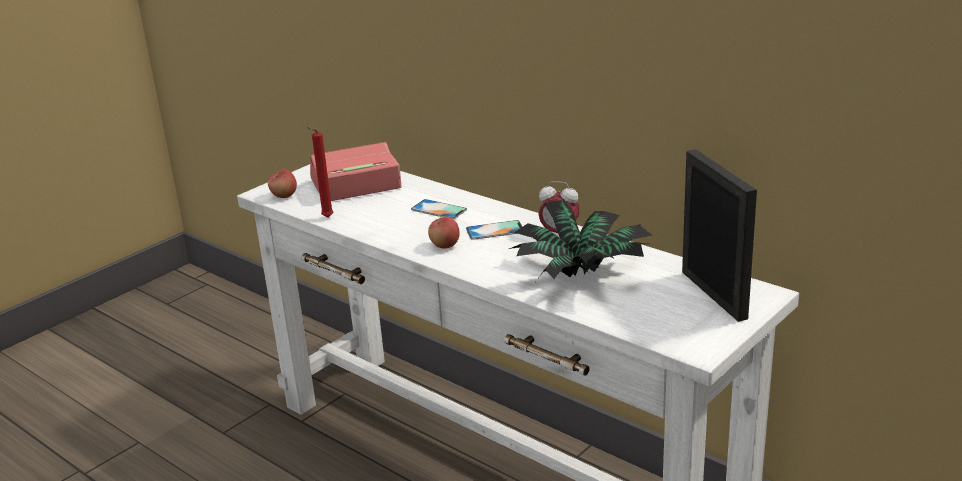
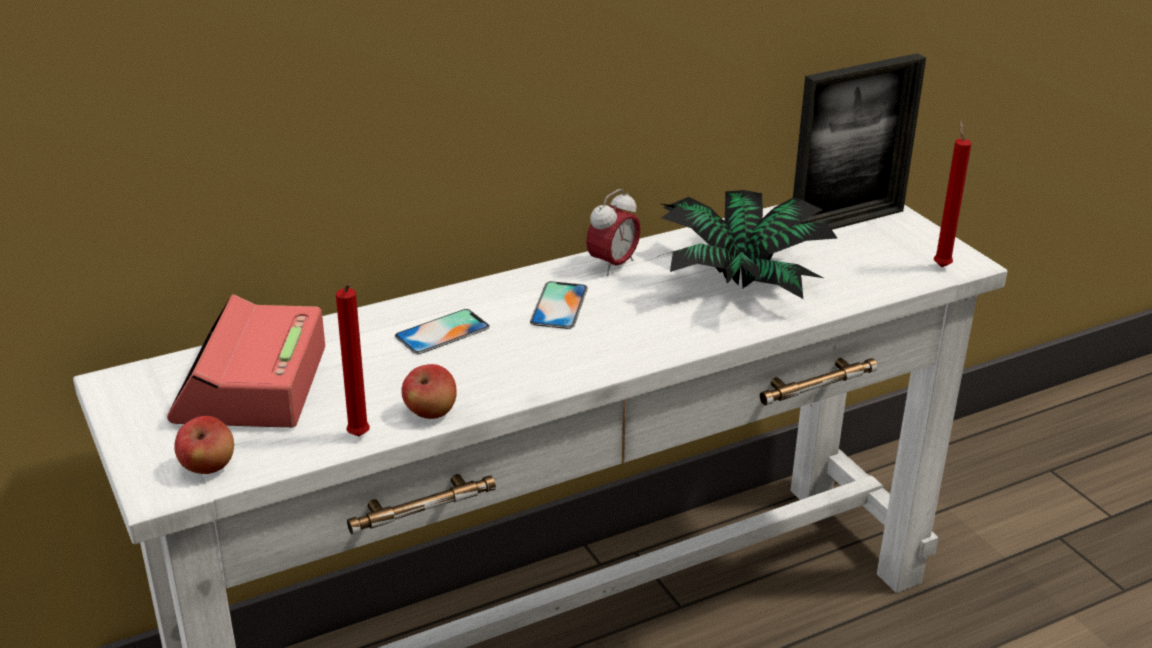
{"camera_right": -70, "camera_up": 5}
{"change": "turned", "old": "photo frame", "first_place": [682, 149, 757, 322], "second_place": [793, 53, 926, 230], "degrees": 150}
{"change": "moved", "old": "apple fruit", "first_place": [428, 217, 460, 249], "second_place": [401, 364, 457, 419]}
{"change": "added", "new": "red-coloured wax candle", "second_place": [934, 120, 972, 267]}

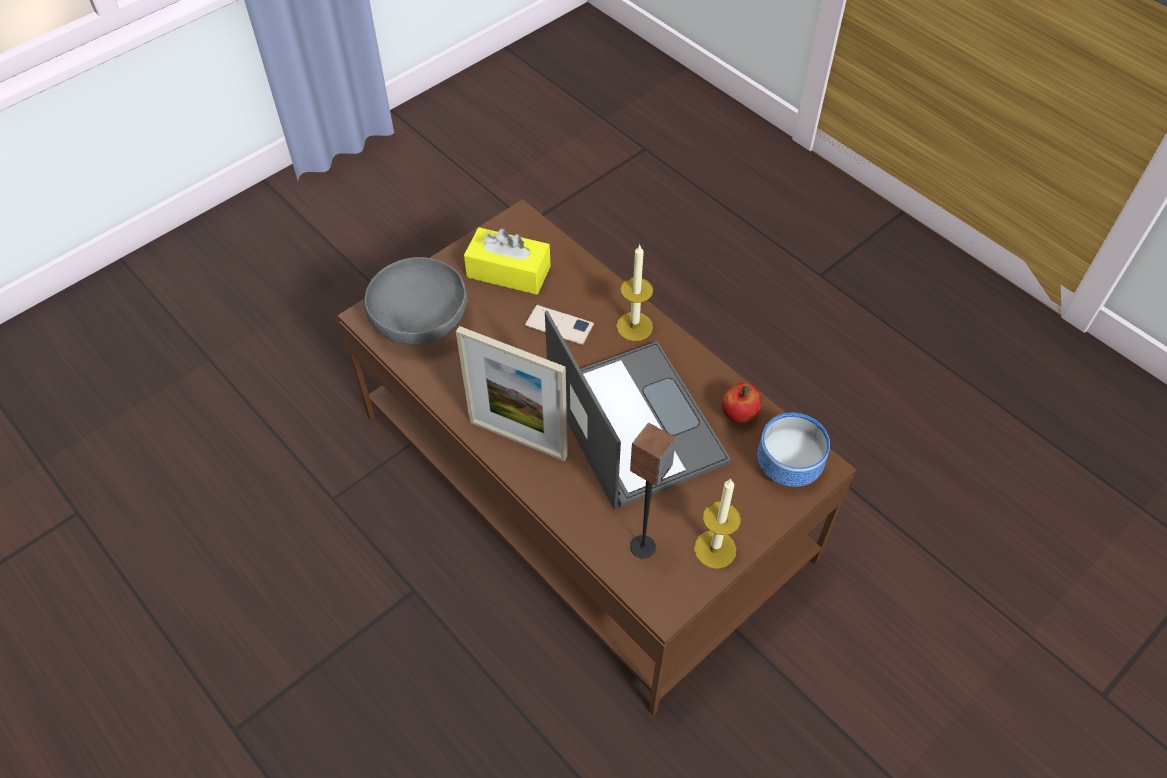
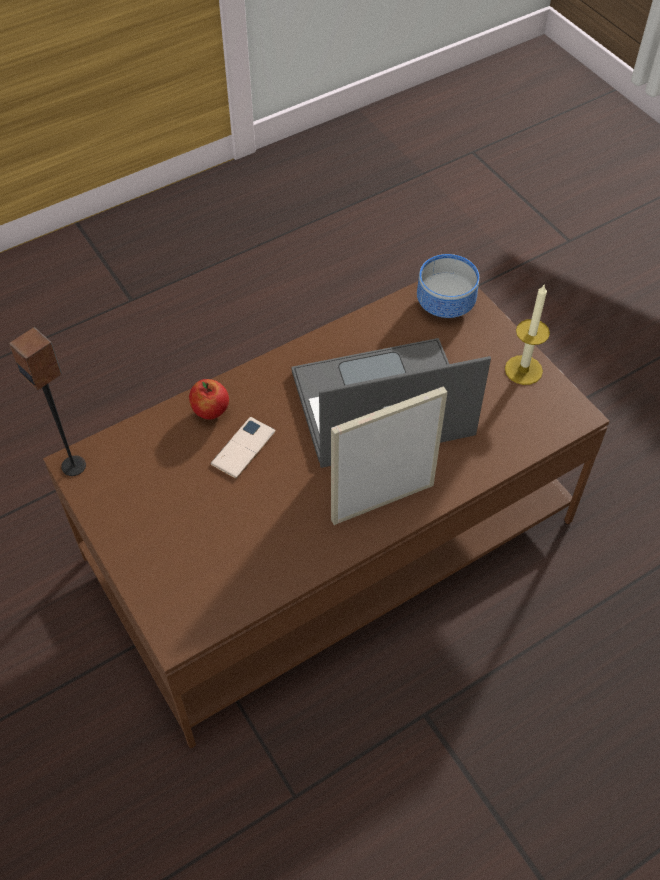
{"camera_right": -80, "camera_up": 0}
{"change": "removed", "old": "yellow-coloured tissue holder", "first_place": [464, 227, 551, 295]}
{"change": "removed", "old": "wax candle", "first_place": [616, 244, 653, 341]}
{"change": "removed", "old": "gray serving bowl", "first_place": [364, 257, 468, 345]}
{"change": "turned", "old": "photo frame", "first_place": [456, 326, 568, 461], "second_place": [331, 386, 447, 525], "degrees": -150}
{"change": "moved", "old": "apple fruit", "first_place": [721, 383, 761, 423], "second_place": [189, 379, 229, 420]}
{"change": "moved", "old": "speaker", "first_place": [630, 423, 676, 559], "second_place": [9, 327, 86, 476]}

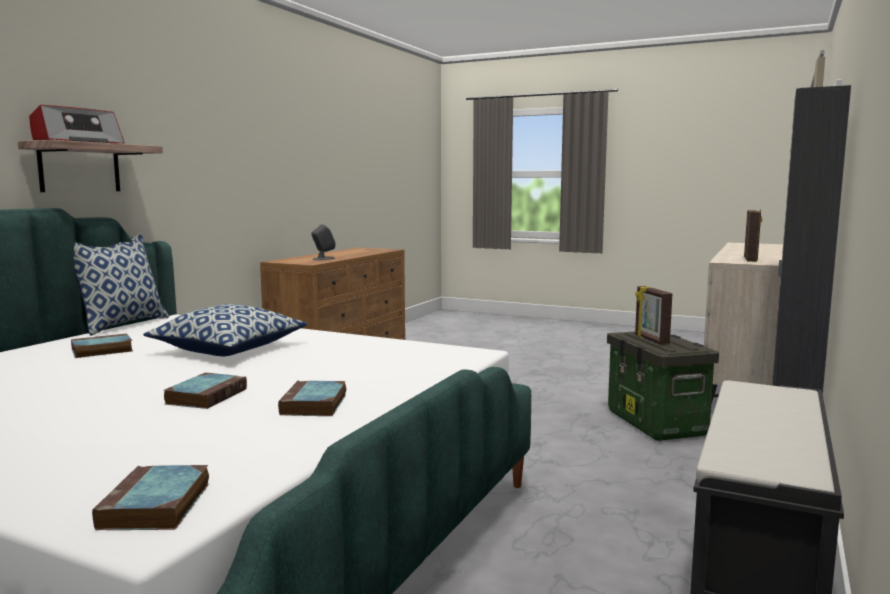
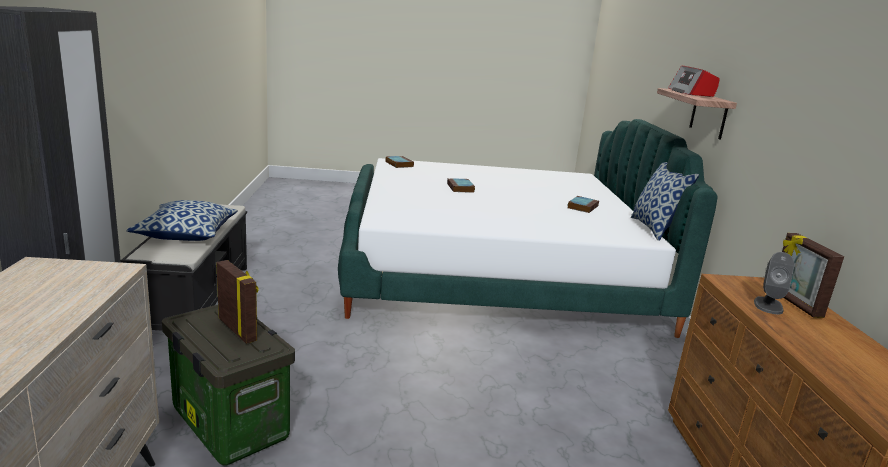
{"camera_right": 150, "camera_up": 10}
{"change": "moved", "old": "photo frame", "first_place": [744, 209, 762, 262], "second_place": [782, 233, 844, 318]}
{"change": "moved", "old": "cushion", "first_place": [143, 304, 307, 356], "second_place": [126, 200, 238, 241]}
{"change": "removed", "old": "bound book", "first_place": [278, 381, 346, 416]}

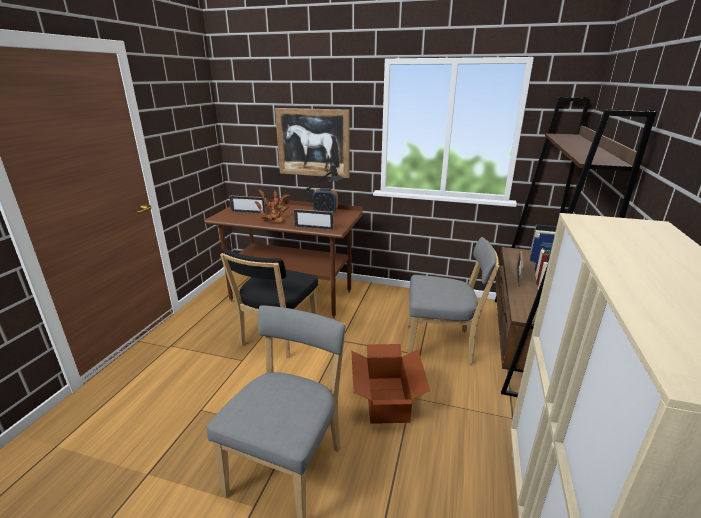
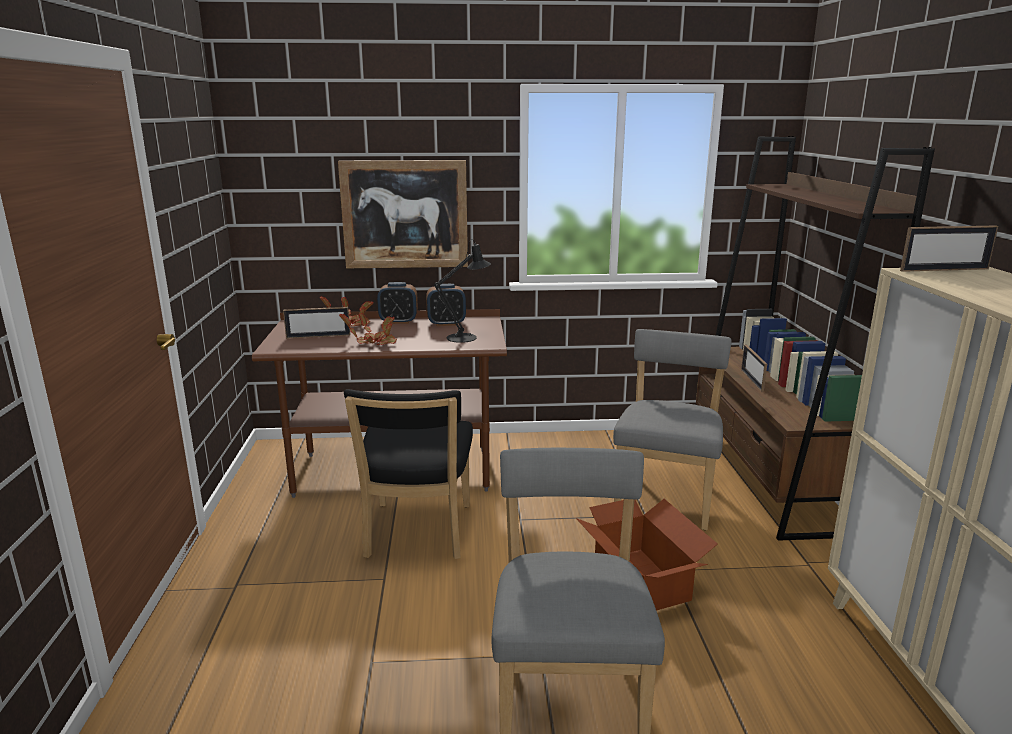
{"camera_right": -20, "camera_up": -5}
{"change": "moved", "old": "photo frame", "first_place": [294, 209, 334, 230], "second_place": [900, 225, 998, 272]}
{"change": "turned", "old": "gray upright chair", "first_place": [408, 237, 500, 365], "second_place": [613, 329, 732, 530], "degrees": -60}
{"change": "added", "new": "alarm clock", "second_place": [377, 282, 418, 324]}

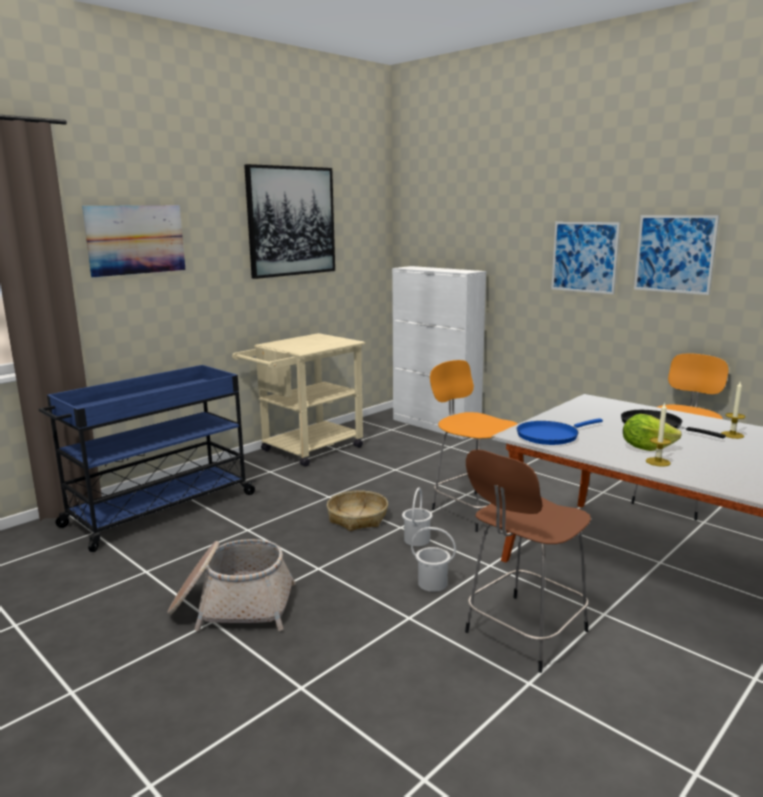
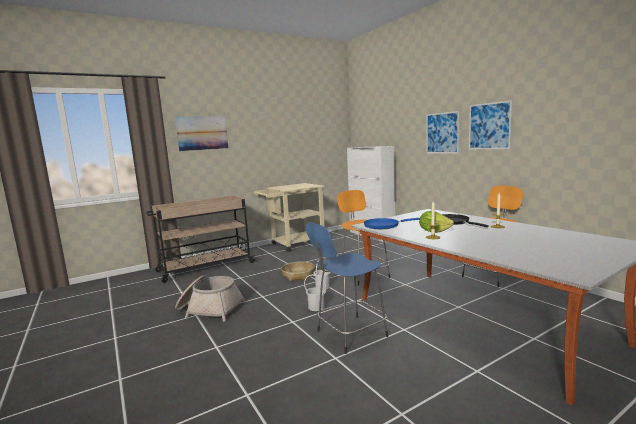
{"camera_right": 15, "camera_up": -5}
{"change": "removed", "old": "wall art", "first_place": [244, 164, 335, 279]}
{"change": "recoloured", "old": "bluish cart", "new": "sand-coloured cart", "first_place": [39, 365, 256, 552], "second_place": [146, 195, 255, 283]}
{"change": "recoloured", "old": "brown sitting stool", "new": "bluish sitting stool", "first_place": [465, 449, 591, 673], "second_place": [306, 222, 388, 354]}

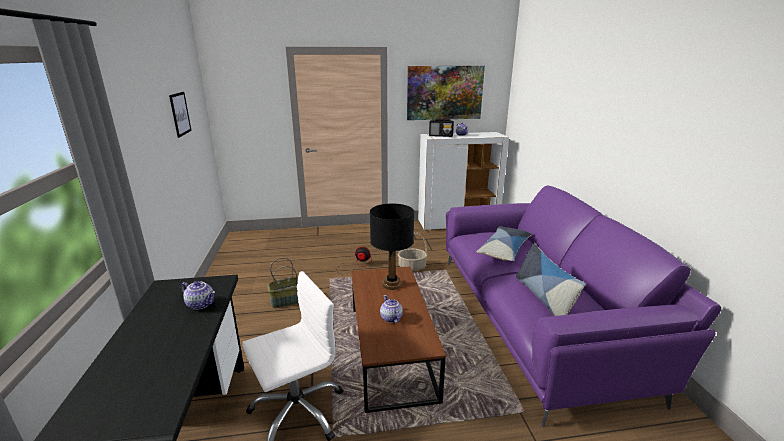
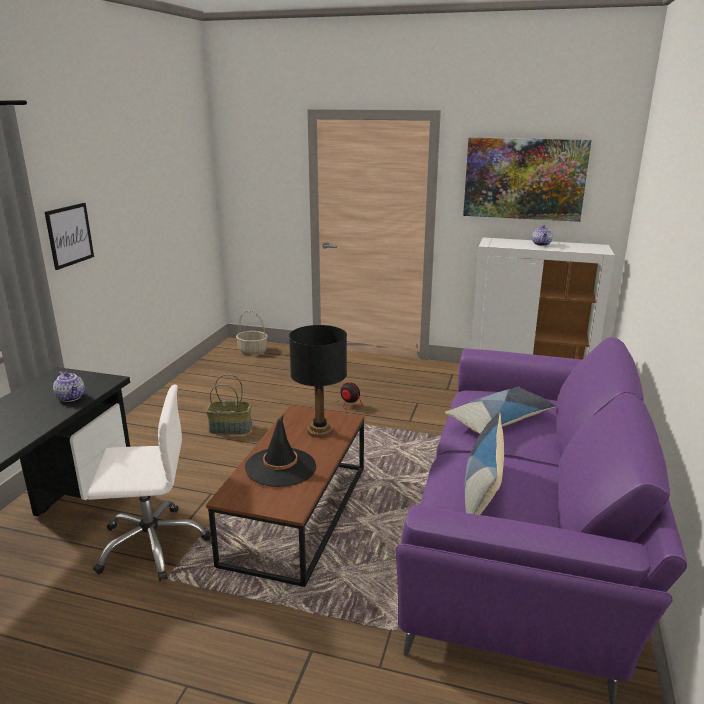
{"camera_right": 25, "camera_up": 0}
{"change": "moved", "old": "wall art", "first_place": [169, 92, 192, 138], "second_place": [45, 203, 94, 270]}
{"change": "removed", "old": "radio set", "first_place": [429, 119, 454, 137]}
{"change": "moved", "old": "household basket", "first_place": [398, 232, 427, 271], "second_place": [236, 311, 268, 355]}
{"change": "replaced", "old": "pot for tea", "new": "black-coloured wearable hat", "first_place": [380, 295, 403, 323], "second_place": [245, 415, 316, 487]}

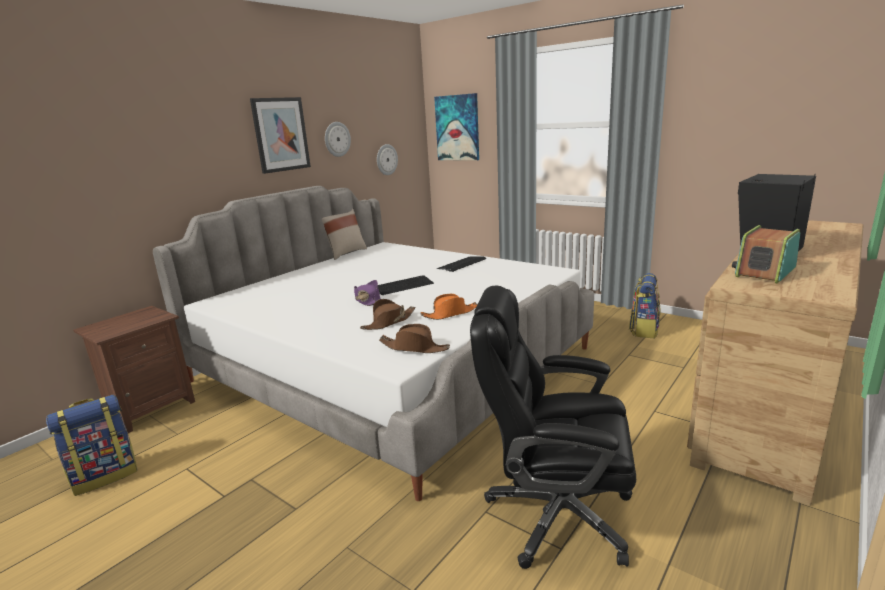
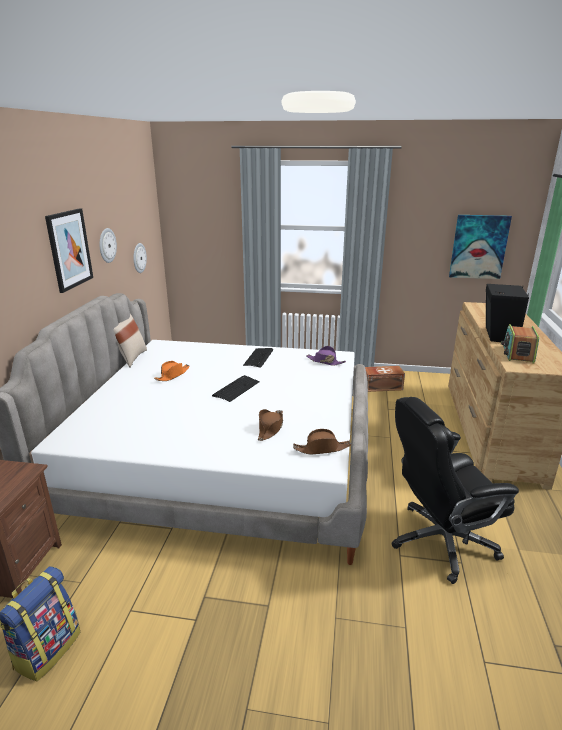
{"camera_right": -30, "camera_up": 5}
{"change": "moved", "old": "wall art", "first_place": [434, 93, 479, 161], "second_place": [449, 215, 512, 279]}
{"change": "replaced", "old": "knapsack", "new": "brown storage container", "first_place": [629, 273, 660, 338], "second_place": [365, 366, 405, 392]}
{"change": "moved", "old": "purple-coloured wearable hat", "first_place": [354, 280, 380, 306], "second_place": [307, 346, 346, 366]}
{"change": "moved", "old": "orange wearable hat", "first_place": [420, 294, 477, 320], "second_place": [154, 361, 190, 381]}

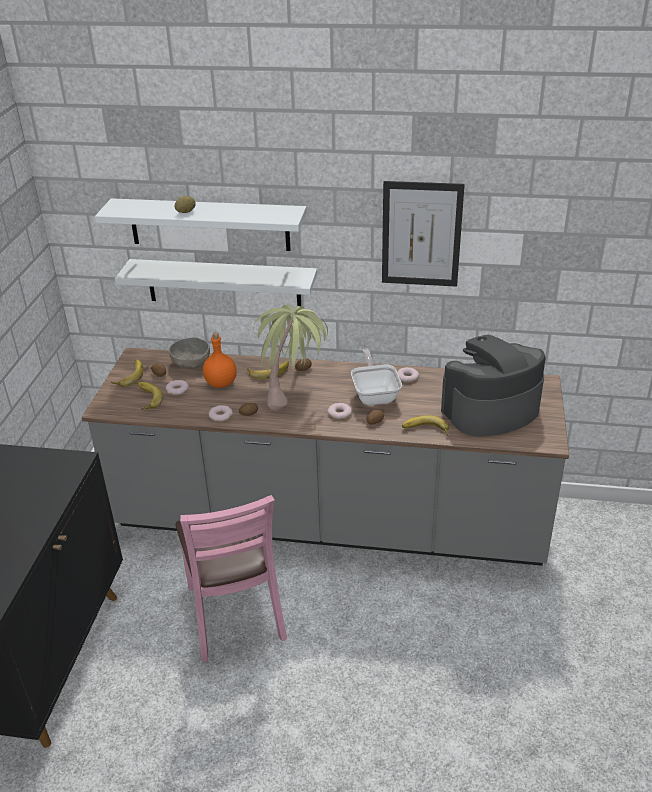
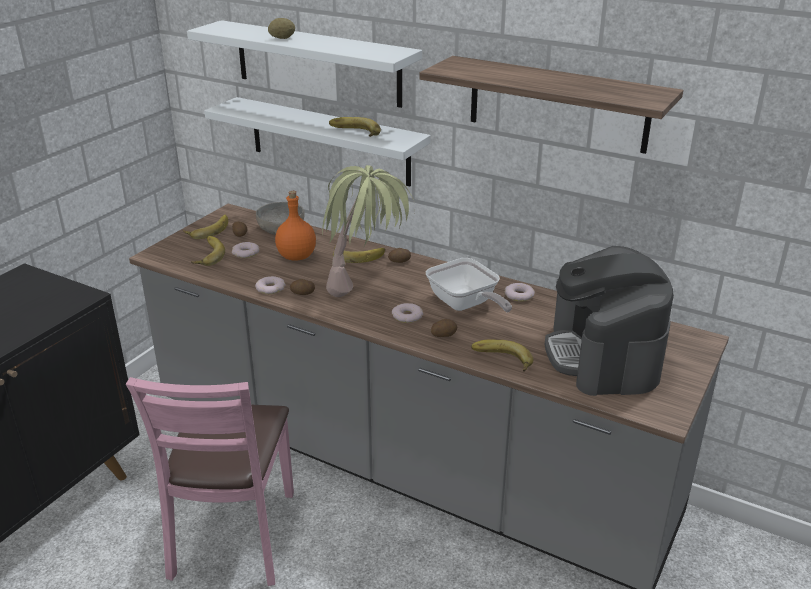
{"camera_right": 20, "camera_up": -5}
{"change": "replaced", "old": "wall art", "new": "shelf", "first_place": [382, 181, 465, 287], "second_place": [419, 56, 683, 154]}
{"change": "turned", "old": "coffee brewer", "first_place": [441, 335, 545, 437], "second_place": [545, 246, 674, 396], "degrees": -90}
{"change": "turned", "old": "skillet", "first_place": [351, 349, 402, 405], "second_place": [426, 258, 512, 312], "degrees": 135}
{"change": "added", "new": "whole banana", "second_place": [329, 117, 381, 137]}

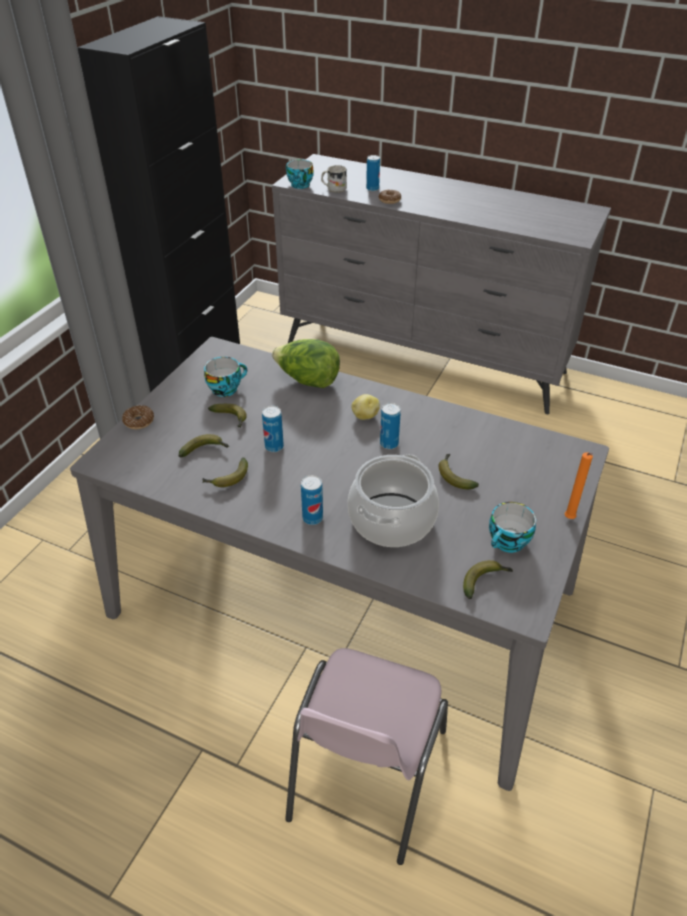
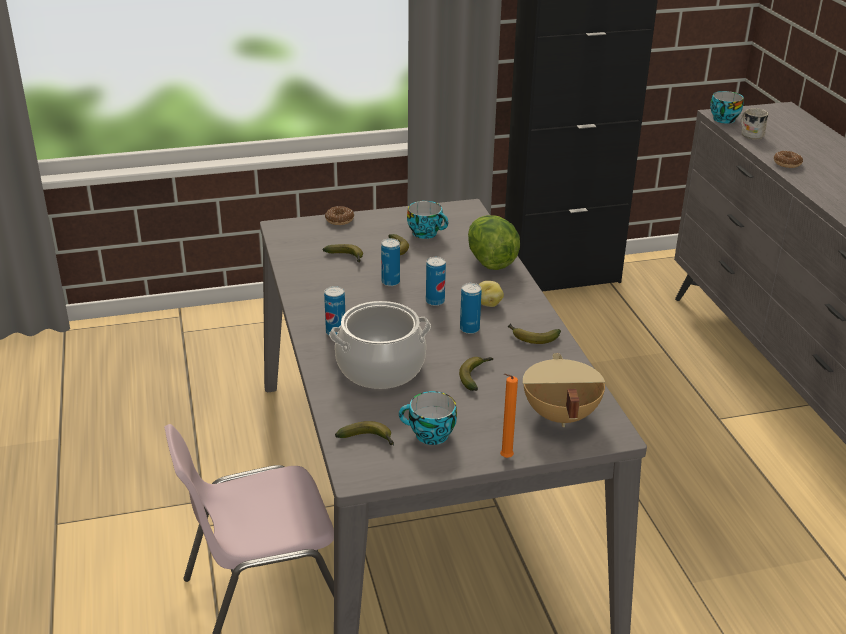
{"camera_right": 50, "camera_up": -10}
{"change": "moved", "old": "sealed can", "first_place": [366, 155, 380, 191], "second_place": [426, 257, 446, 306]}
{"change": "moved", "old": "whole banana", "first_place": [203, 457, 248, 487], "second_place": [508, 323, 561, 344]}
{"change": "added", "new": "sand-coloured cooking pot", "second_place": [523, 353, 605, 427]}

